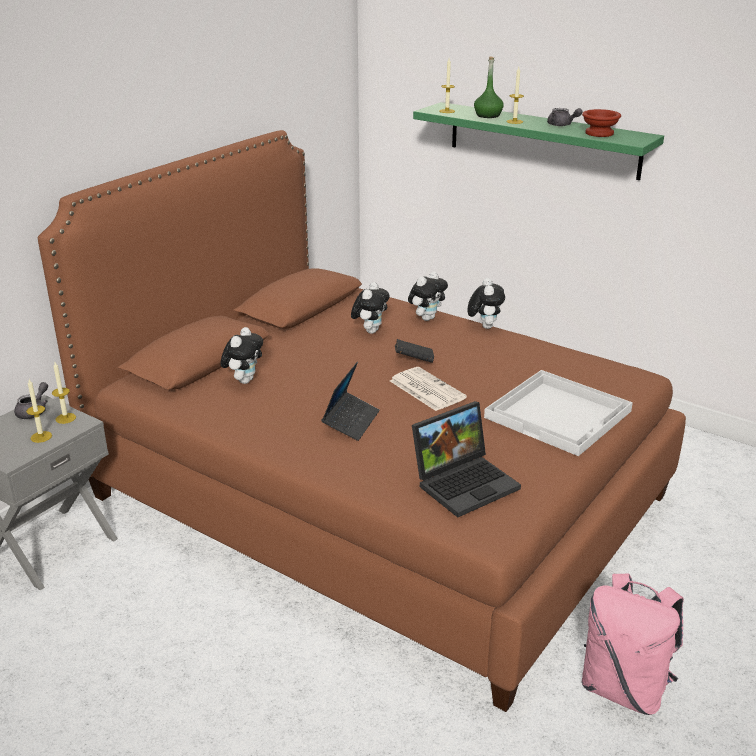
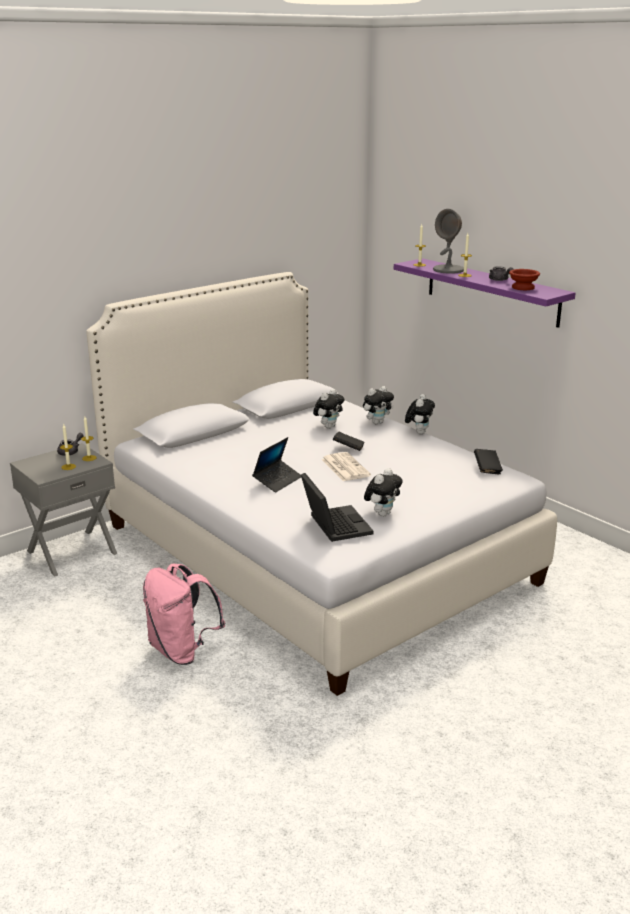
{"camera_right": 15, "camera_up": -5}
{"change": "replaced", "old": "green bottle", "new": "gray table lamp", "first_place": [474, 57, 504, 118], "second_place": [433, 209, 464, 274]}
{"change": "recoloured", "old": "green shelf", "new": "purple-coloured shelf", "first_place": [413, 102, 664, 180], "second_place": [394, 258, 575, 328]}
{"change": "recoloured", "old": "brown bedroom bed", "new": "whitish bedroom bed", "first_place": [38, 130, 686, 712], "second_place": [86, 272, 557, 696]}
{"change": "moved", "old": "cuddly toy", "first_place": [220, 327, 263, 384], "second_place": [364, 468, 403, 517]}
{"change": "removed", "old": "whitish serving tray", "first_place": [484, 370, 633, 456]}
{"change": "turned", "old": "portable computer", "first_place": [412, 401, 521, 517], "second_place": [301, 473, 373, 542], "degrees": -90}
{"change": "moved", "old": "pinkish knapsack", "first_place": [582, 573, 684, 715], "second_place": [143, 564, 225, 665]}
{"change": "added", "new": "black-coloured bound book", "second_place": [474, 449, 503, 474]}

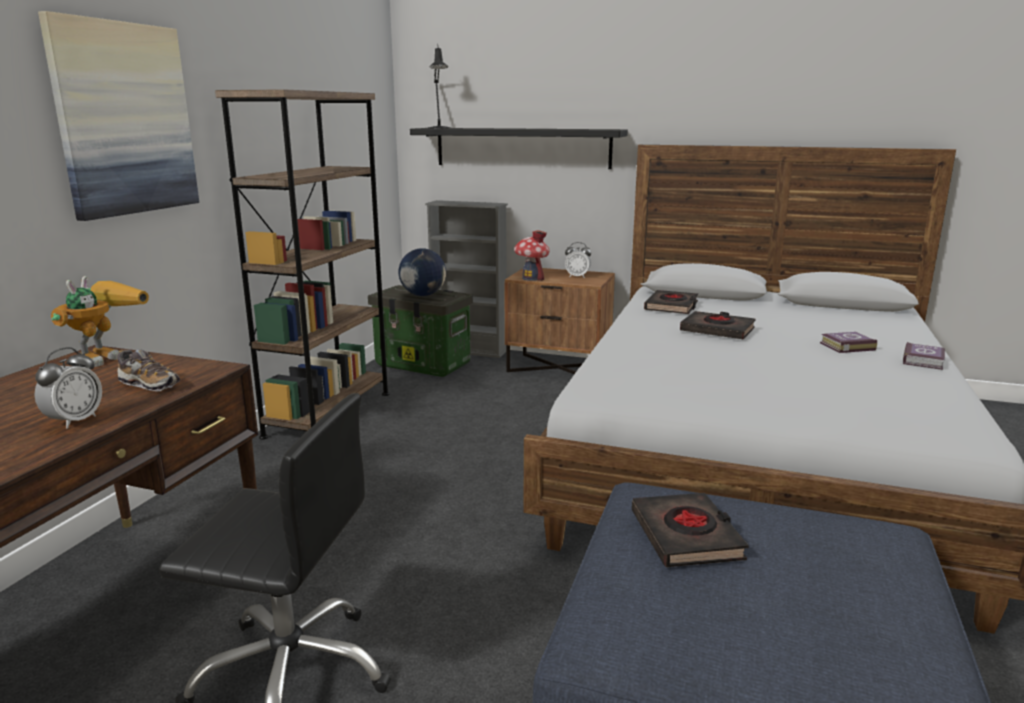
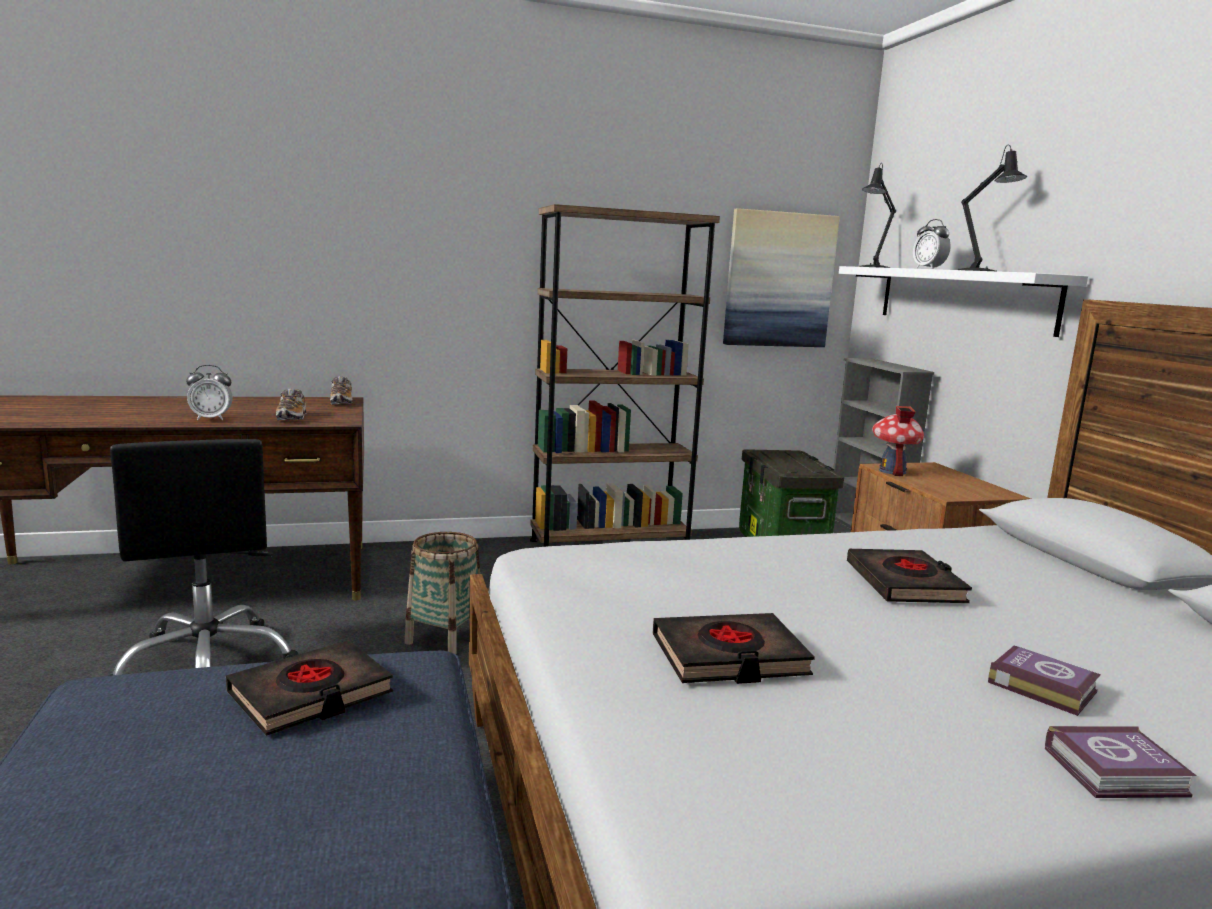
{"camera_right": 55, "camera_up": -5}
{"change": "moved", "old": "wall art", "first_place": [38, 11, 199, 221], "second_place": [723, 208, 840, 347]}
{"change": "recoloured", "old": "black-coloured shelf", "new": "whitish shelf", "first_place": [410, 128, 628, 169], "second_place": [839, 266, 1088, 337]}
{"change": "moved", "old": "alarm clock", "first_place": [565, 242, 591, 278], "second_place": [913, 219, 951, 269]}
{"change": "removed", "old": "globe", "first_place": [398, 248, 446, 296]}
{"change": "replaced", "old": "model robot", "new": "item of footwear", "first_place": [50, 276, 149, 367], "second_place": [330, 376, 353, 405]}
{"change": "moved", "old": "black-coloured bound book", "first_place": [644, 290, 698, 314], "second_place": [653, 613, 815, 684]}
{"change": "added", "new": "black-coloured table lamp", "second_place": [958, 144, 1027, 271]}
{"change": "added", "new": "household basket", "second_place": [404, 532, 480, 655]}

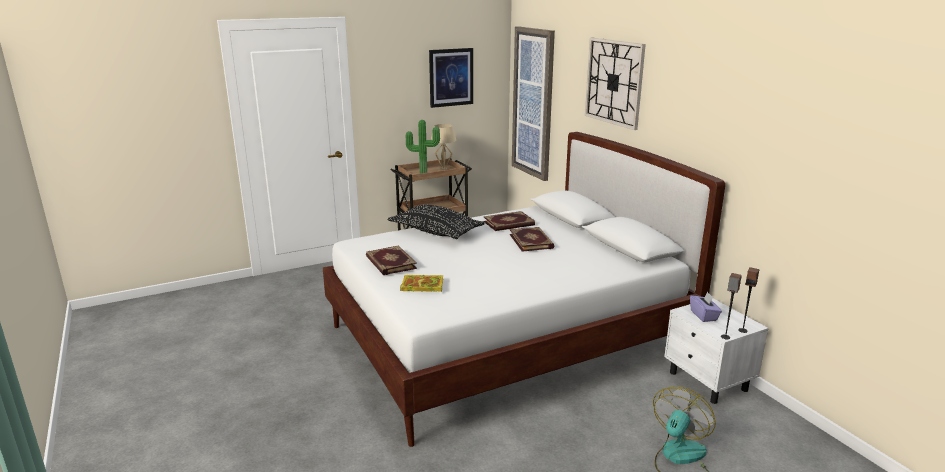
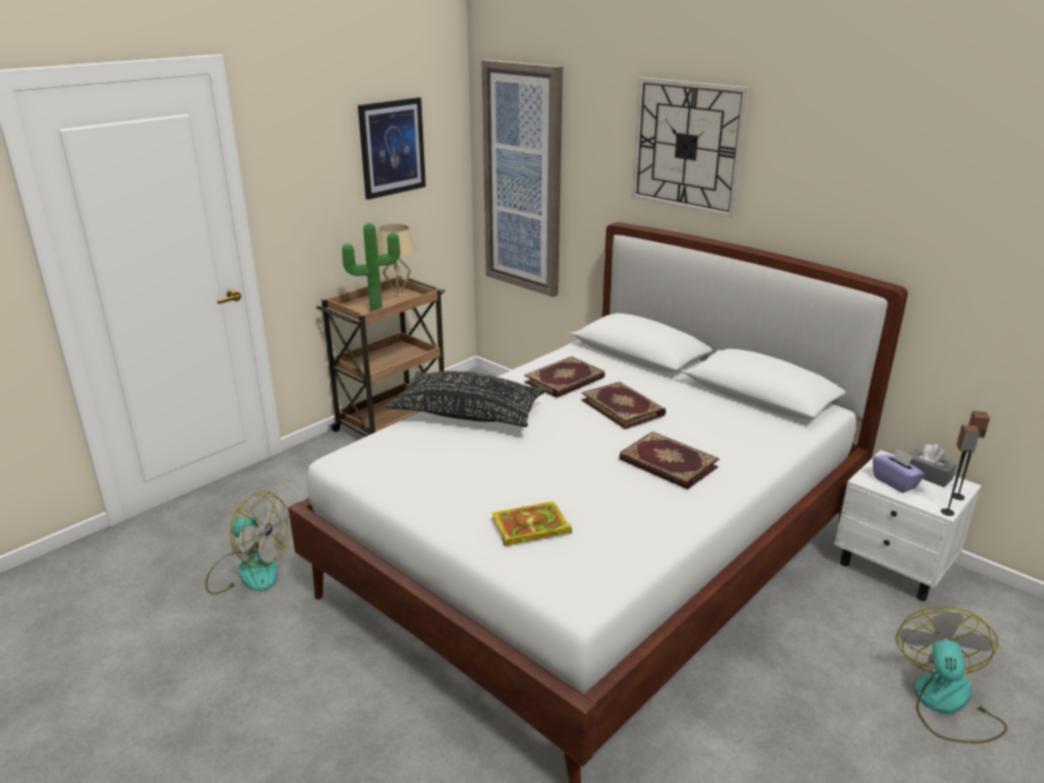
{"camera_right": -20, "camera_up": 5}
{"change": "moved", "old": "bound book", "first_place": [366, 245, 417, 275], "second_place": [619, 431, 719, 489]}
{"change": "added", "new": "gray tissue holder", "second_place": [909, 444, 957, 487]}
{"change": "added", "new": "cooling fan", "second_place": [205, 491, 291, 594]}

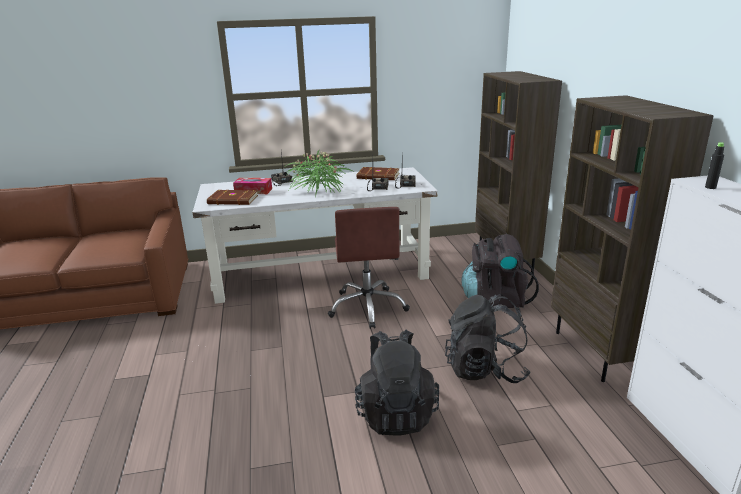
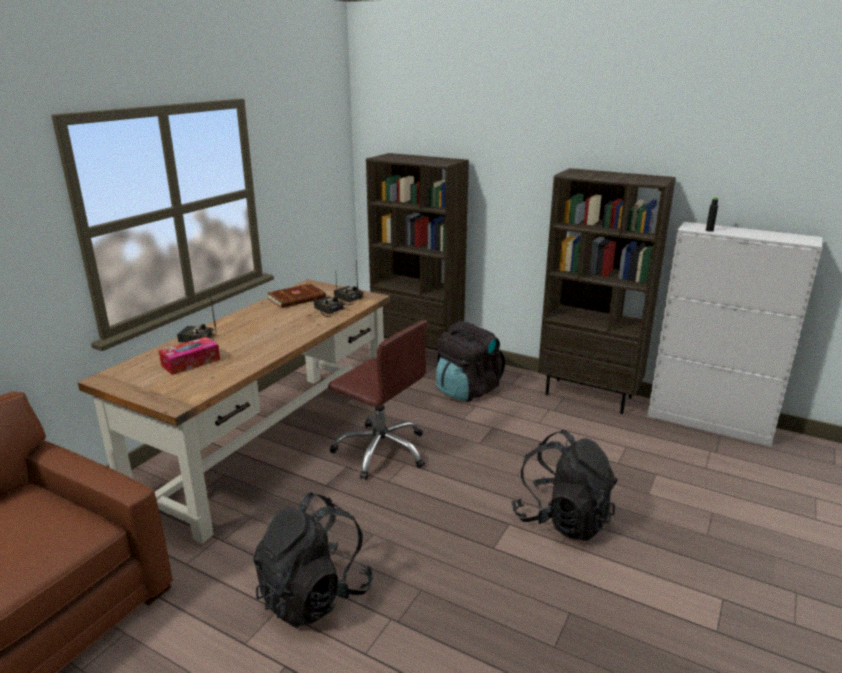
{"camera_right": -50, "camera_up": 0}
{"change": "removed", "old": "plant in a pot", "first_place": [284, 150, 353, 197]}
{"change": "recoloured", "old": "whitish desk unit", "new": "brown desk unit", "first_place": [193, 167, 438, 304], "second_place": [77, 279, 390, 544]}
{"change": "removed", "old": "brown bound book", "first_place": [207, 190, 258, 205]}
{"change": "moved", "old": "black-coloured knapsack", "first_place": [445, 294, 531, 383], "second_place": [253, 492, 373, 628]}

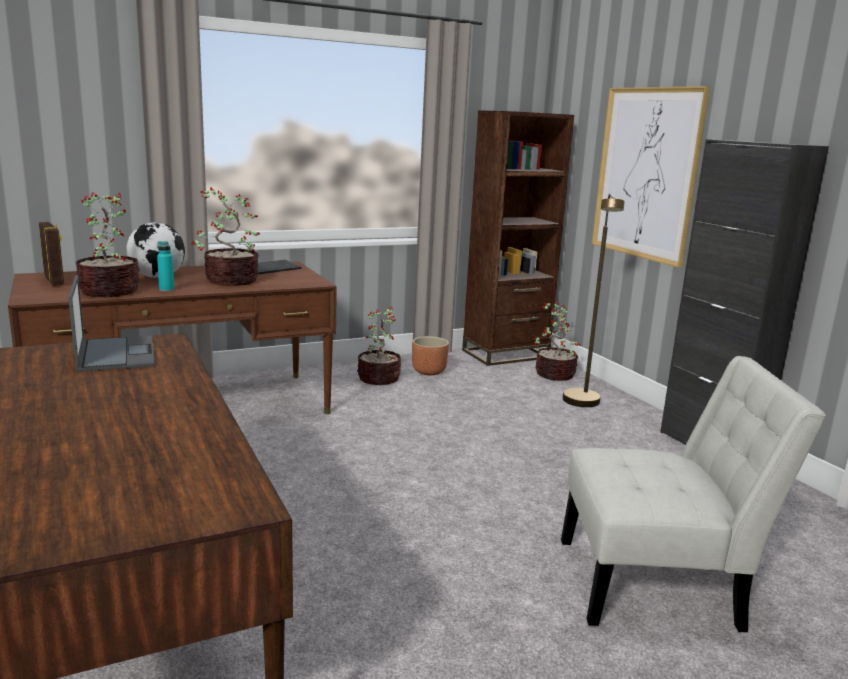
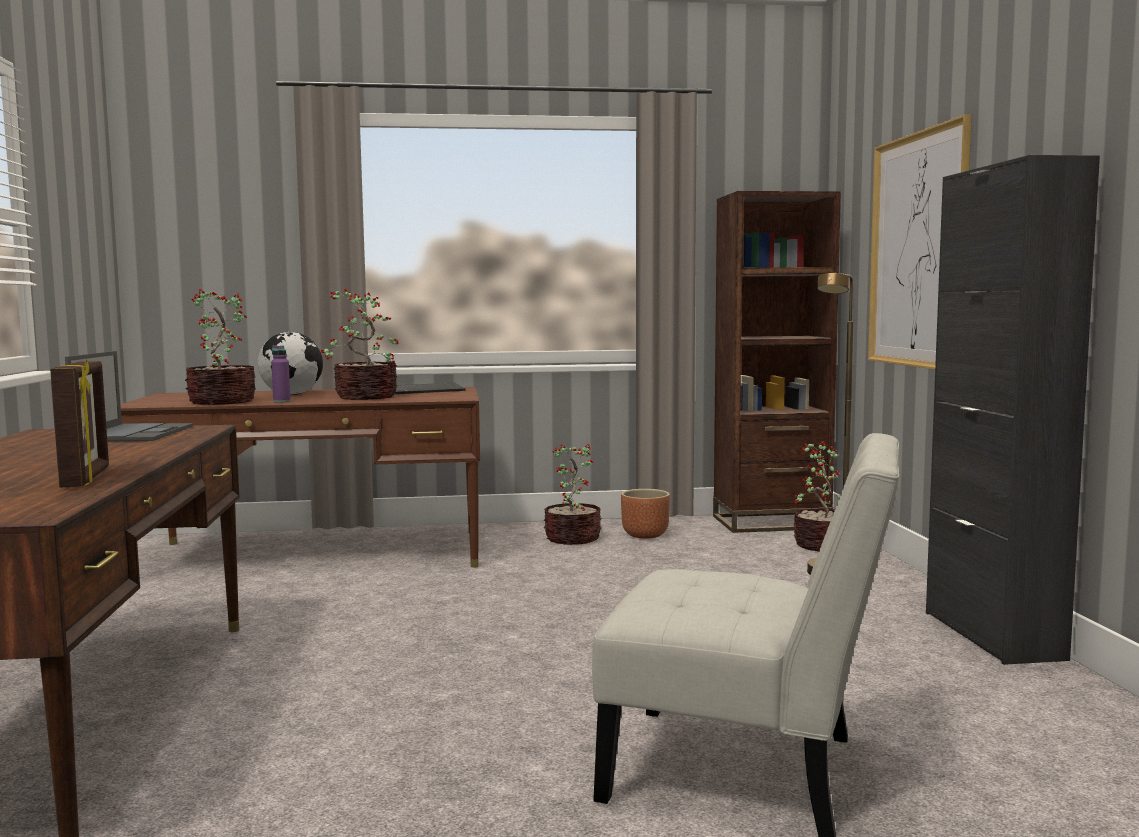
{"camera_right": 20, "camera_up": -10}
{"change": "moved", "old": "photo frame", "first_place": [39, 222, 64, 286], "second_place": [50, 360, 109, 488]}
{"change": "recoloured", "old": "turquoise bottle", "new": "purple-coloured bottle", "first_place": [157, 241, 175, 292], "second_place": [271, 345, 291, 402]}

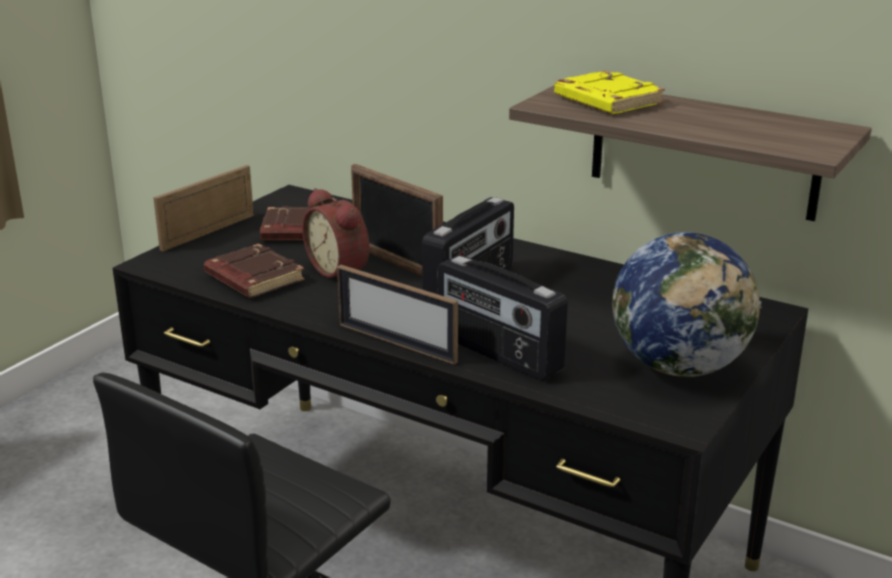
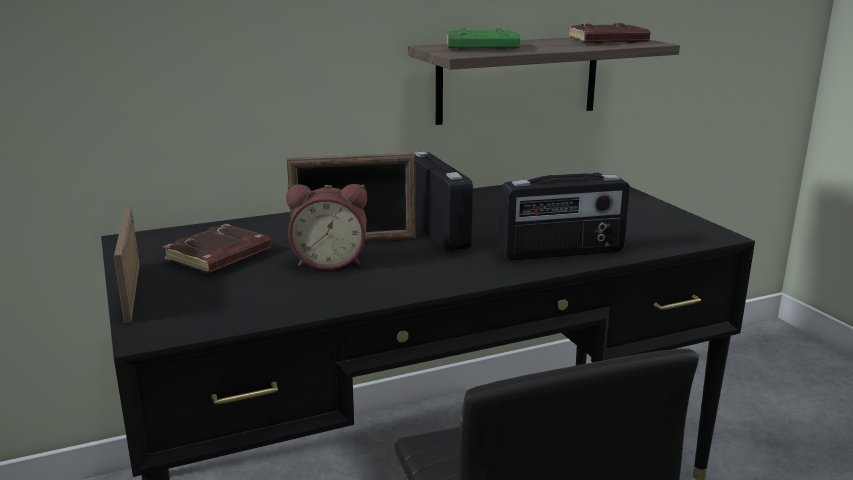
{"camera_right": -55, "camera_up": -5}
{"change": "recoloured", "old": "yellow-coloured bound book", "new": "green bound book", "first_place": [554, 70, 665, 114], "second_place": [446, 28, 520, 50]}
{"change": "removed", "old": "globe", "first_place": [612, 232, 762, 377]}
{"change": "moved", "old": "brown bound book", "first_place": [204, 244, 305, 298], "second_place": [568, 22, 650, 44]}
{"change": "removed", "old": "photo frame", "first_place": [337, 265, 458, 365]}

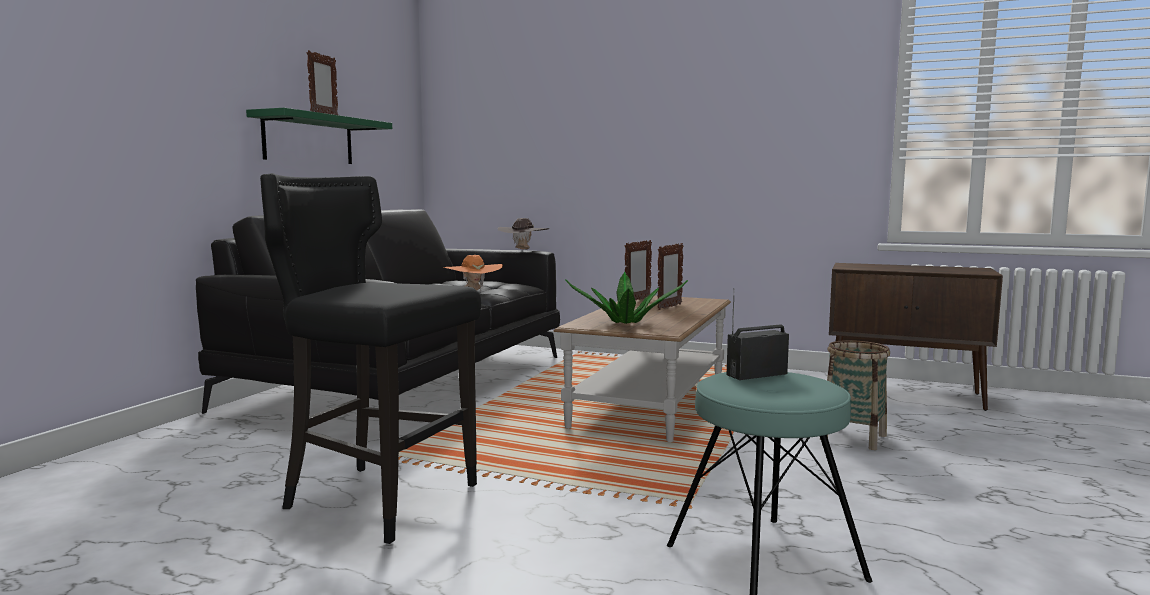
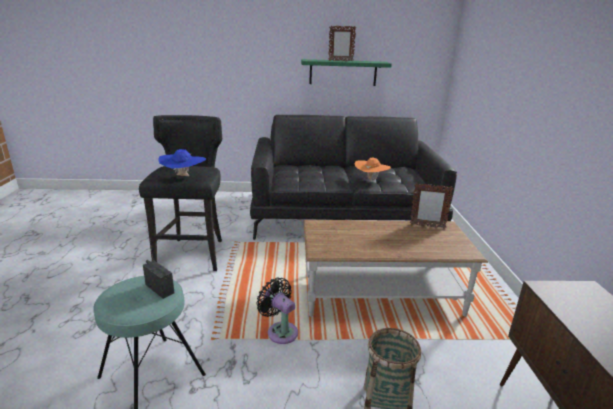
{"camera_right": 65, "camera_up": 15}
{"change": "removed", "old": "brown wearable hat", "first_place": [498, 218, 549, 250]}
{"change": "removed", "old": "photo frame", "first_place": [658, 243, 684, 310]}
{"change": "removed", "old": "plant in a pot", "first_place": [565, 272, 688, 324]}
{"change": "added", "new": "bluish wearable hat", "second_place": [158, 149, 206, 176]}
{"change": "added", "new": "black-coloured cooling fan", "second_place": [256, 278, 298, 344]}

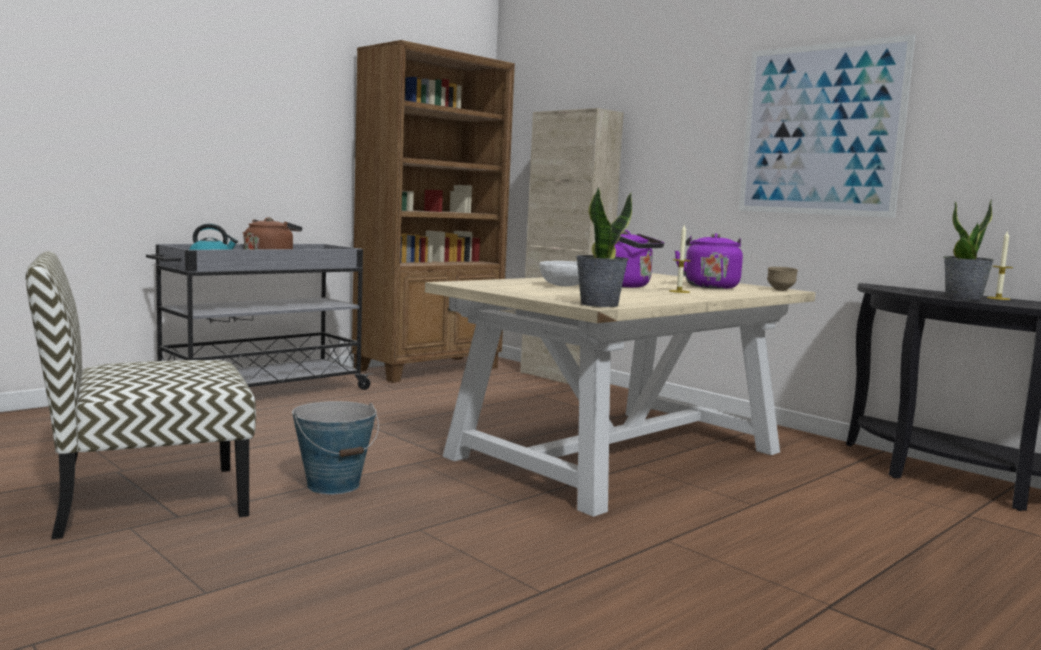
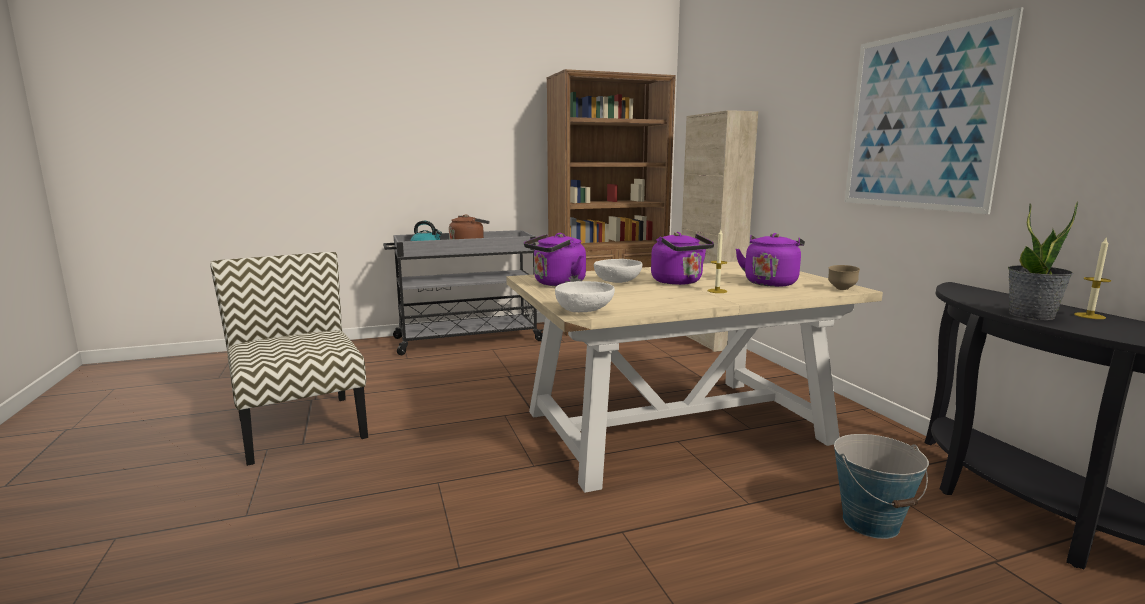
{"camera_right": 25, "camera_up": 5}
{"change": "replaced", "old": "plant in a pot", "new": "whitish serving bowl", "first_place": [576, 186, 632, 307], "second_place": [555, 281, 615, 312]}
{"change": "turned", "old": "upright chair", "first_place": [25, 251, 256, 539], "second_place": [210, 252, 368, 466], "degrees": 60}
{"change": "moved", "old": "pail", "first_place": [292, 401, 379, 494], "second_place": [834, 434, 929, 539]}
{"change": "added", "new": "purple-coloured water kettle", "second_place": [524, 233, 586, 286]}

